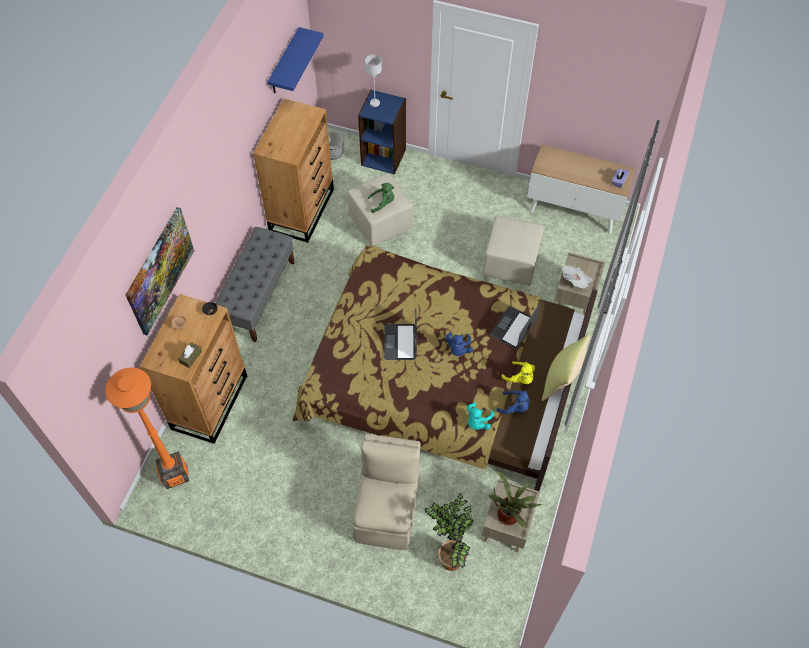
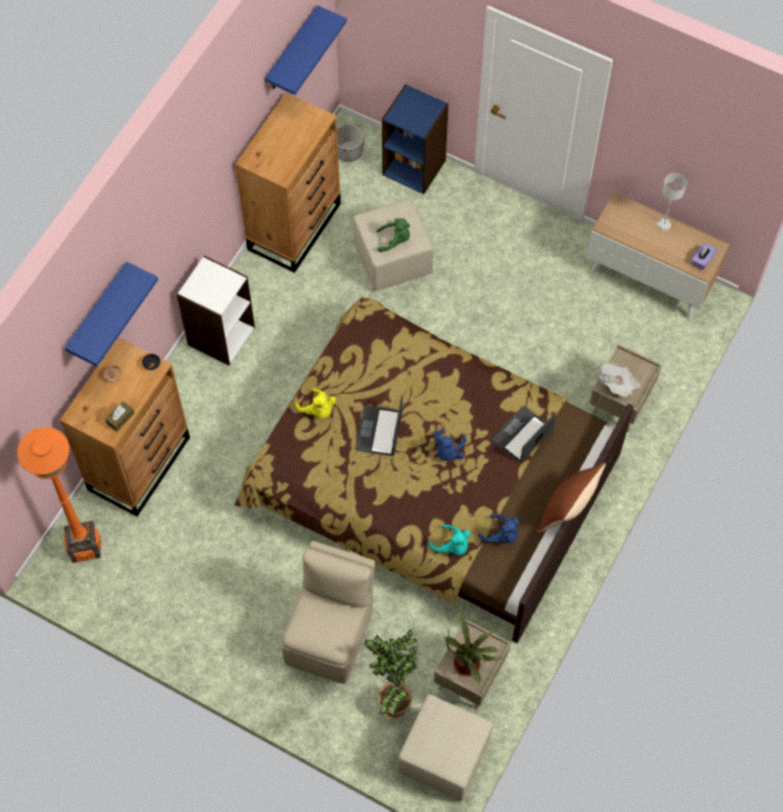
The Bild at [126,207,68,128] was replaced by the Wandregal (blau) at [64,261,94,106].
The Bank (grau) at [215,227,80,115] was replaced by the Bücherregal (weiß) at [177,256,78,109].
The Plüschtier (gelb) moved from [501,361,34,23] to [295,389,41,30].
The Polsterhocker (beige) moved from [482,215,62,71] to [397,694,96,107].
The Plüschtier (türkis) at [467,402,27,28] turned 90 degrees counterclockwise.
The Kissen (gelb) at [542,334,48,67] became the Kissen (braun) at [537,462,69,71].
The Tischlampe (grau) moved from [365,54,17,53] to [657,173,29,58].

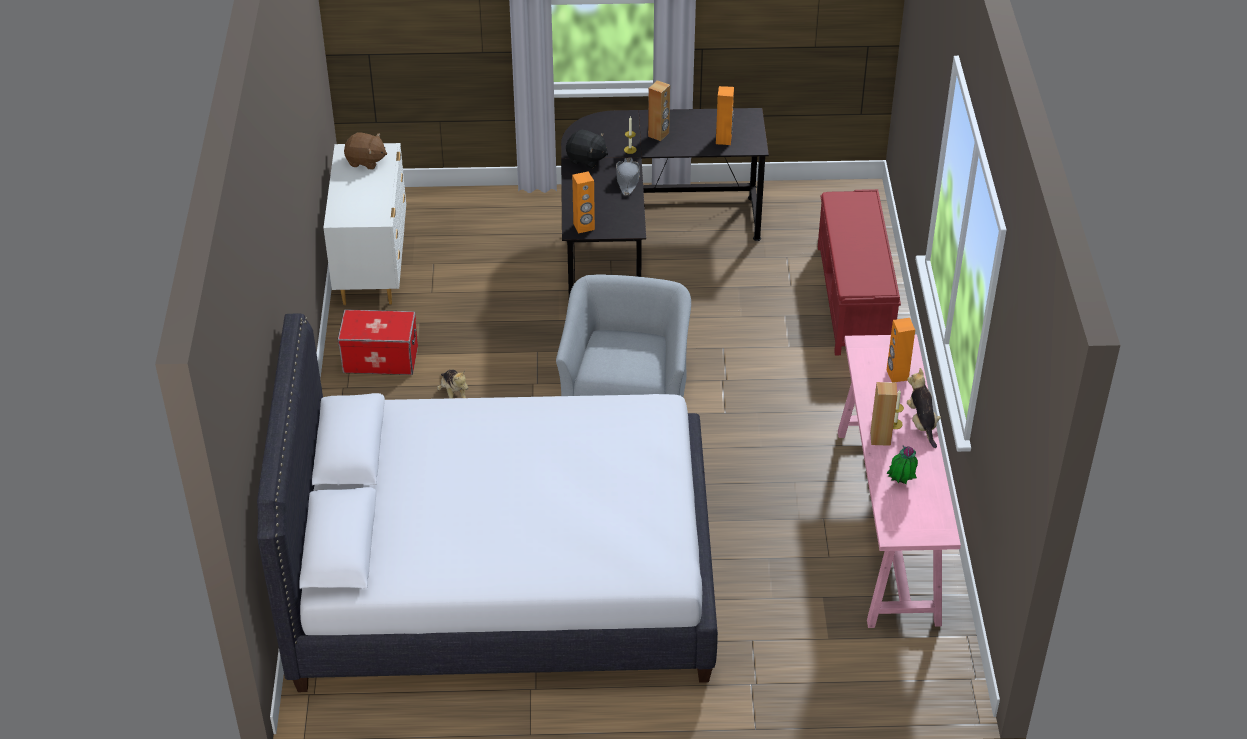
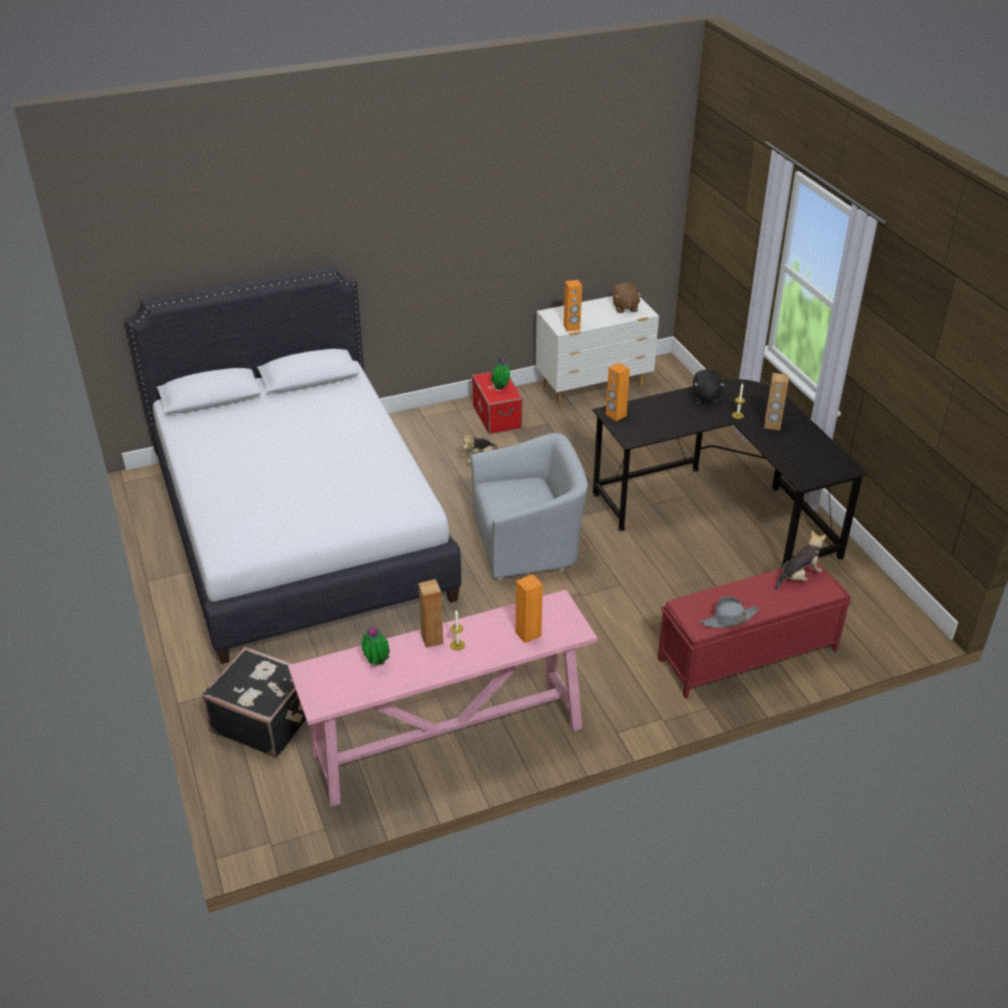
The Koffer (schwarz) at [202,647,104,110] appeared.
The Topfpflanze at [491,357,19,33] appeared.
The Lautsprecher (orange) moved from [716,86,18,59] to [564,280,18,52].
The Hut (grau) moved from [616,157,24,39] to [700,596,59,32].
The Plüschtier moved from [907,368,34,80] to [775,531,51,59].

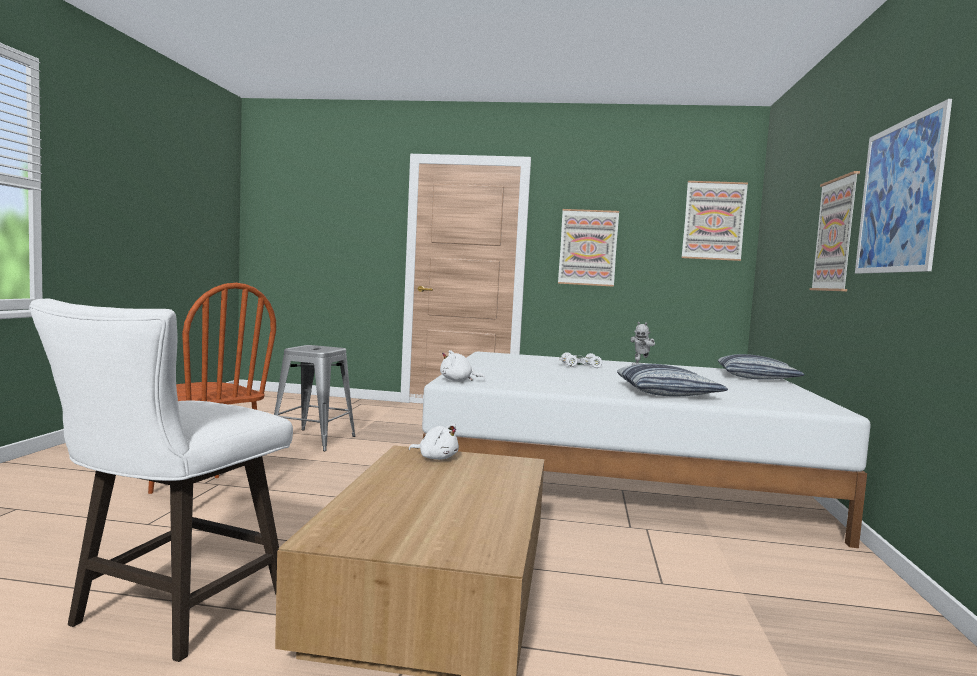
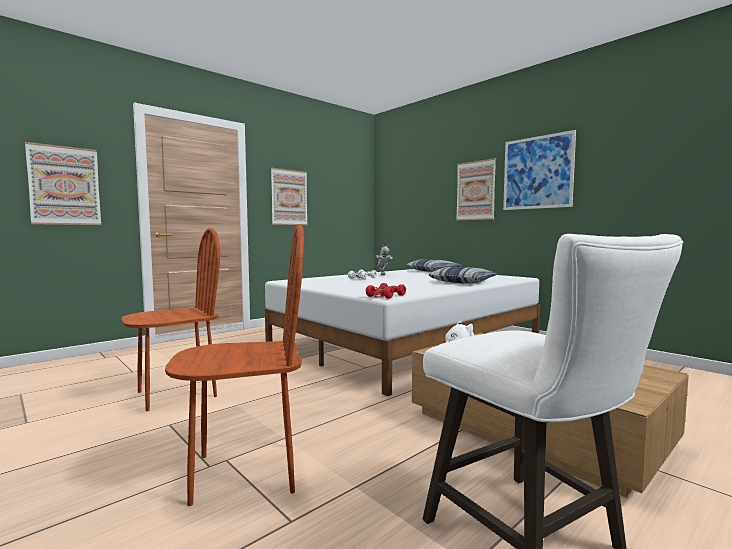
The Bild moved from [682,181,66,80] to [25,142,76,83].
The Hocker (grau) at [274,345,82,106] was replaced by the Stuhl (braun) at [121,228,99,183].
The Plüschtier (weiß) at [440,350,46,31] was replaced by the Spielzeugauto (rot) at [366,283,40,16].

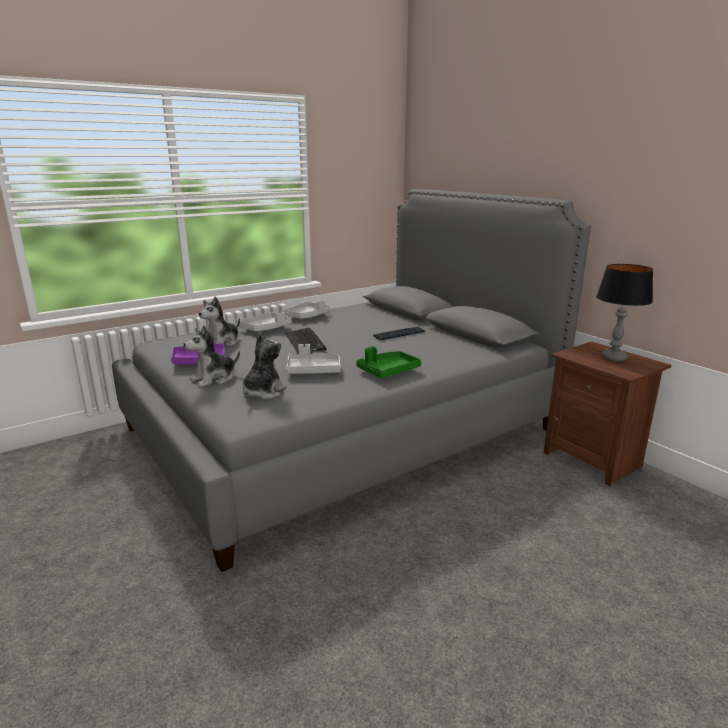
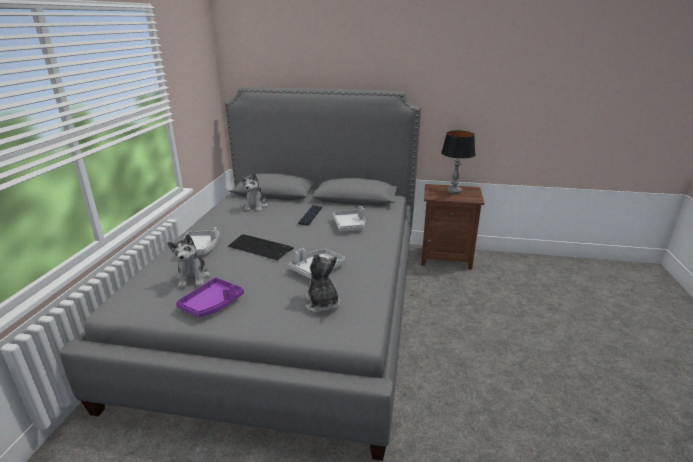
The Plüschtier moved from [184,325,56,62] to [240,173,28,39].
The Tablett (grau) moved from [282,300,48,19] to [333,206,32,25].
The Tablett (grün) at [356,346,65,32] disappeared.

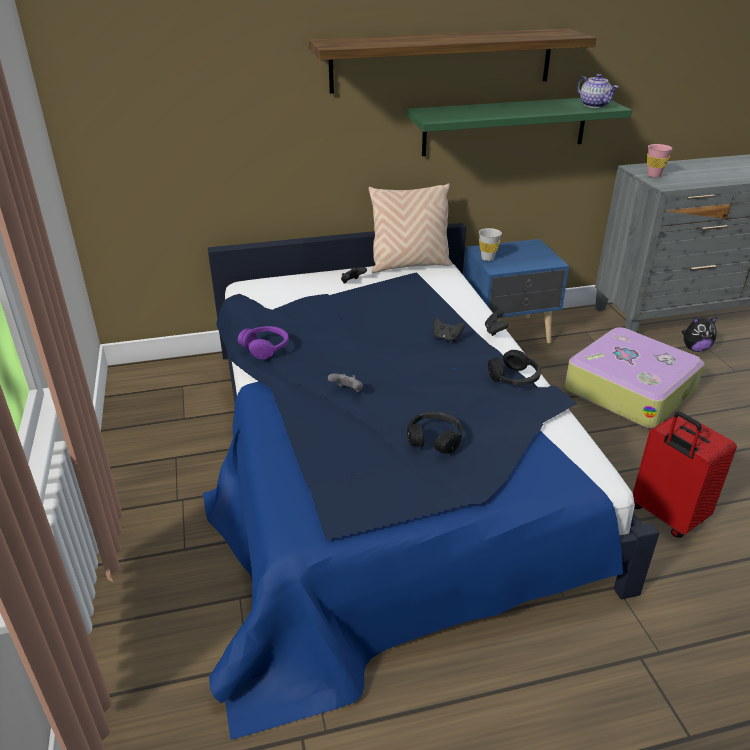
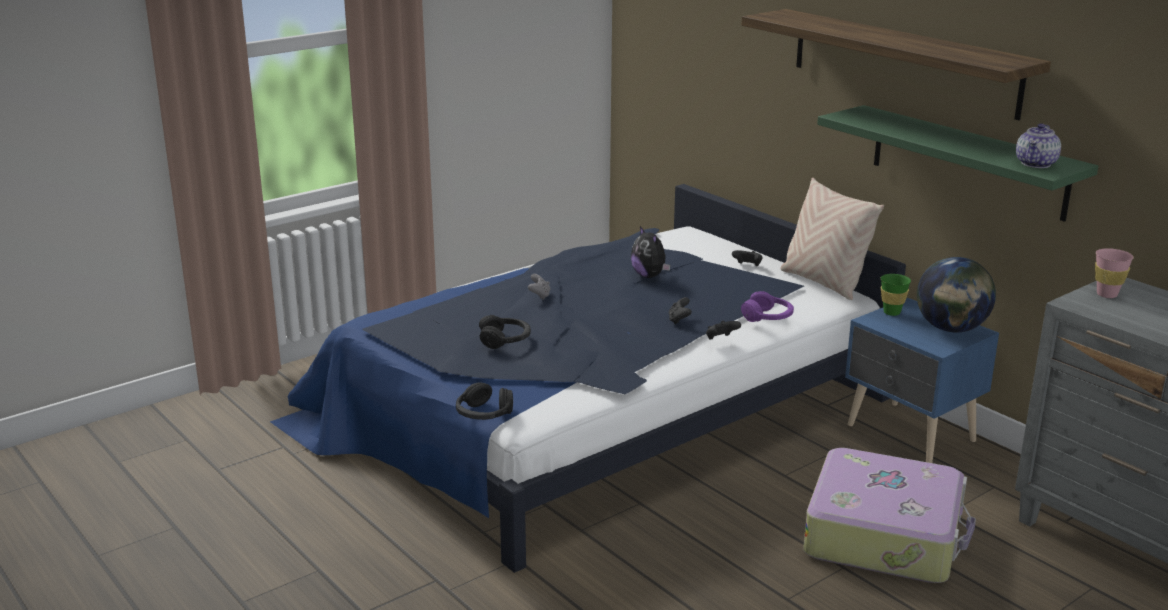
The Kopfhörer (schwarz) moved from [488,350,53,36] to [456,382,57,38].
The Plüschtier moved from [682,317,35,35] to [631,226,39,52].
The Kopfhörer (lila) moved from [238,326,51,33] to [741,291,53,31].
The Tasse (weiß) at [479,228,23,33] became the Tasse (grün) at [881,274,30,42].
The Globus at [917,257,79,75] appeared.
The Koffer (rot) at [633,411,104,127] disappeared.

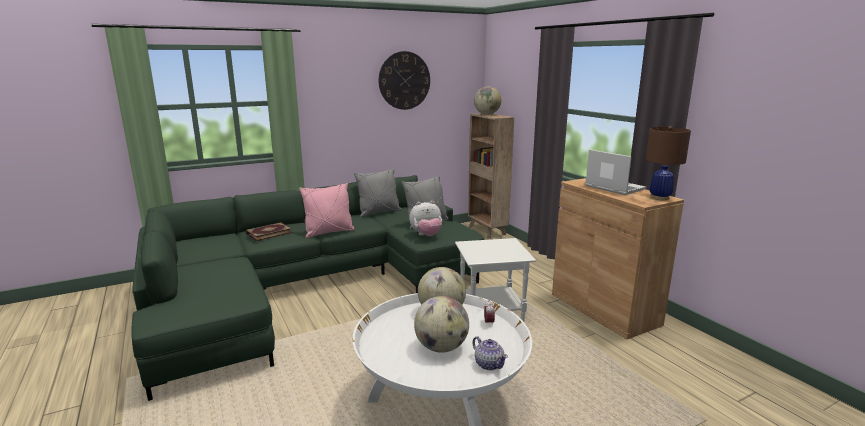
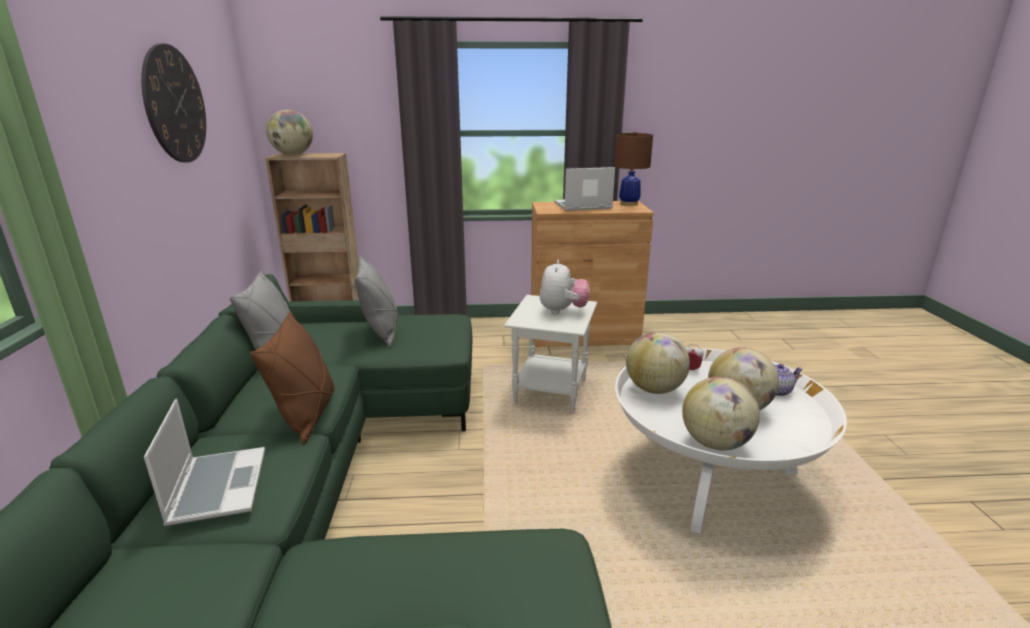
The Buch at [246,222,46,19] was replaced by the Laptop at [144,399,121,127].
The Kissen (rosa) at [299,183,56,55] became the Kissen (braun) at [250,311,85,134].
The Plüschtier moved from [409,201,33,35] to [540,260,50,54].
The Globus at [682,377,78,73] appeared.

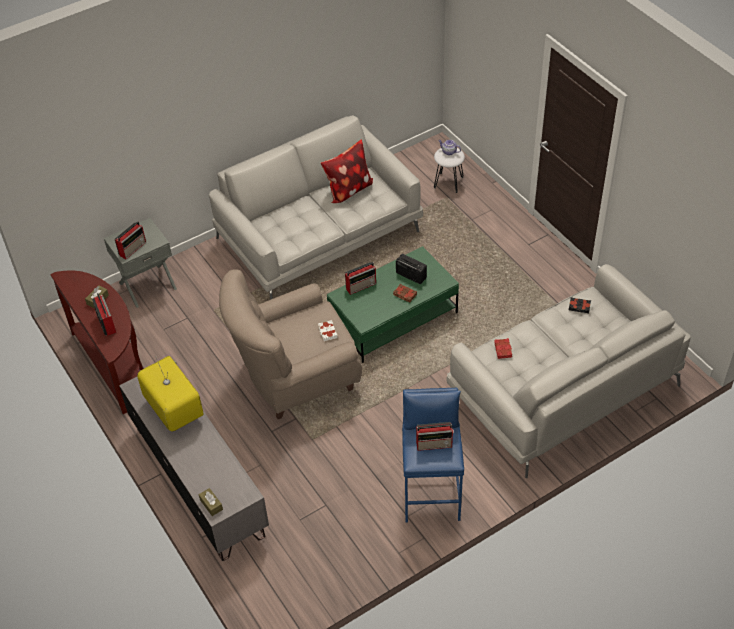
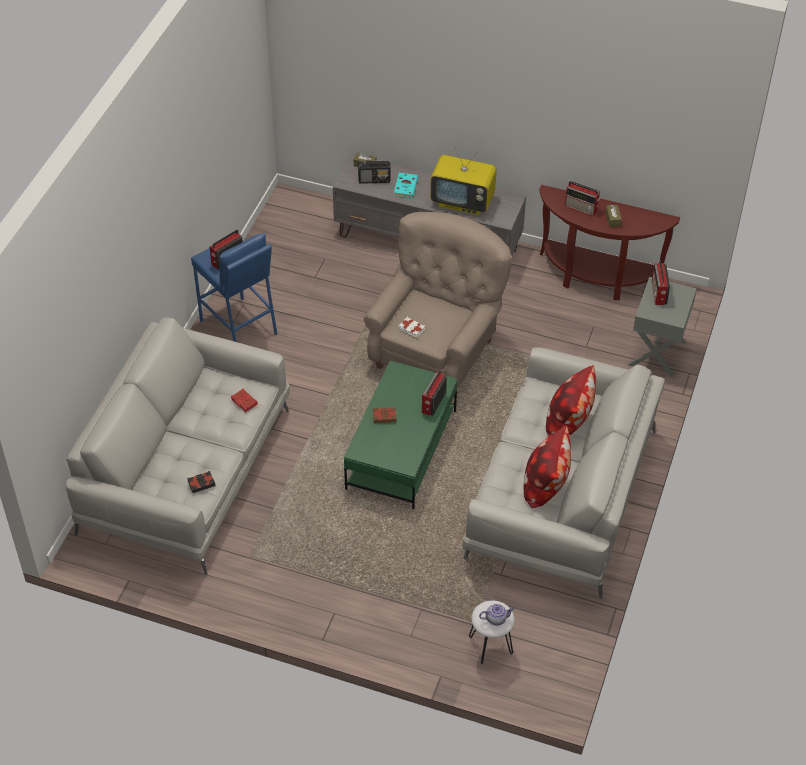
The Radio moved from [396,254,31,30] to [358,161,32,23].
The Buch (türkis) at [394,173,24,25] appeared.
The Kissen at [546,365,50,71] appeared.

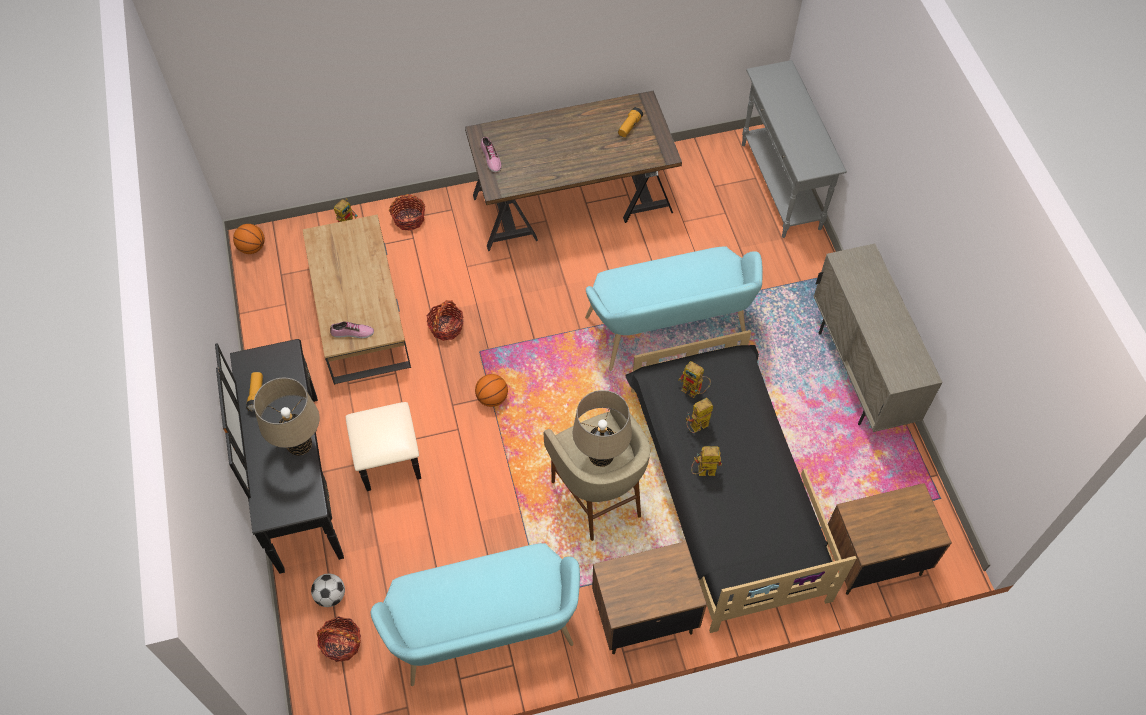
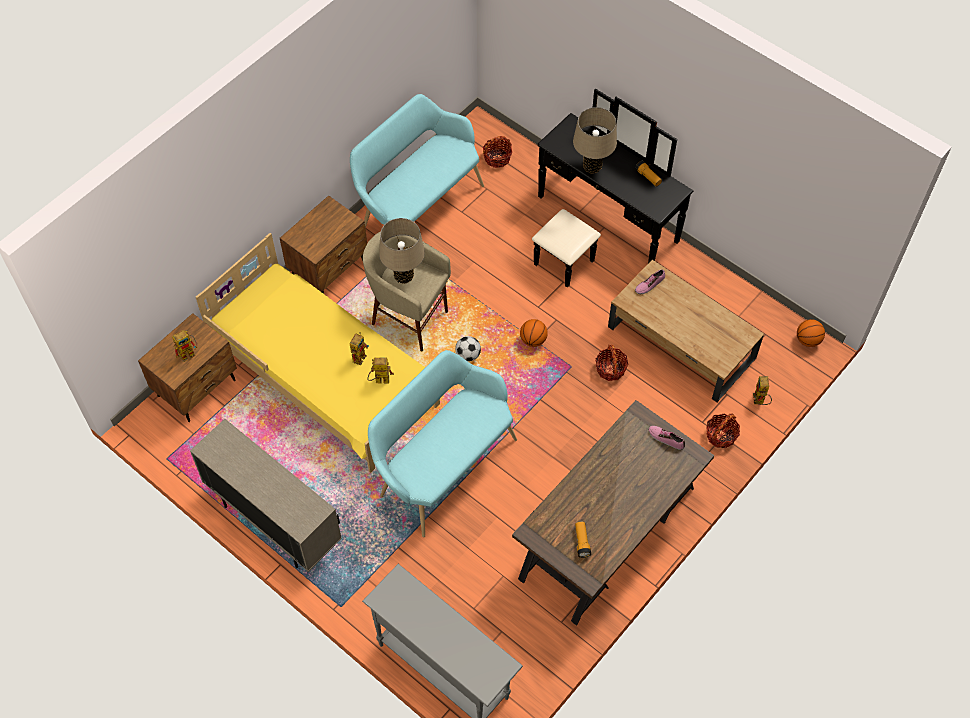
The Spielzeugroboter moved from [691,446,31,30] to [172,330,26,32].
The Bett (schwarz) at [626,330,231,303] became the Bett (gelb) at [196,233,244,240].
The Fußball moved from [311,574,34,33] to [455,336,26,26].

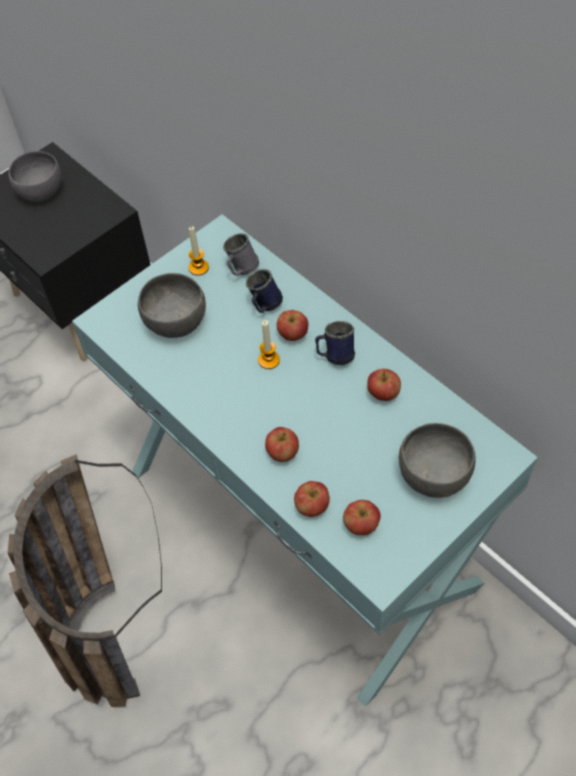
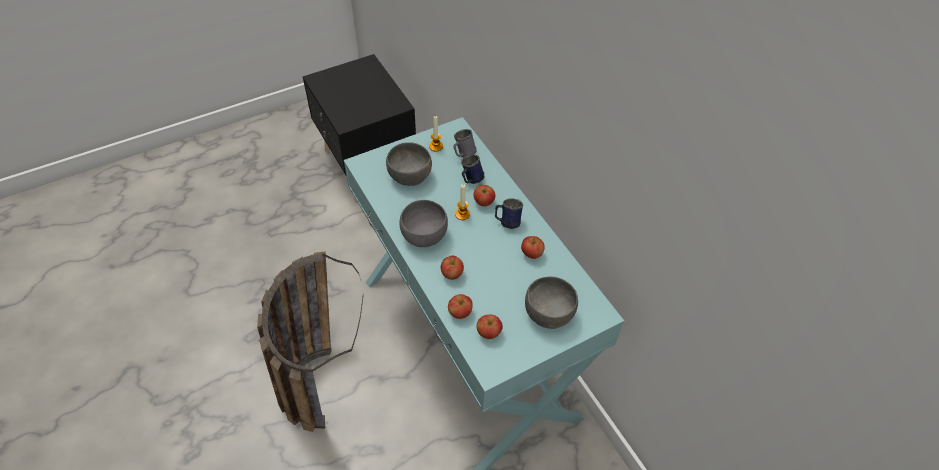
The Schüssel (grau) moved from [8,151,54,51] to [399,200,49,47].

